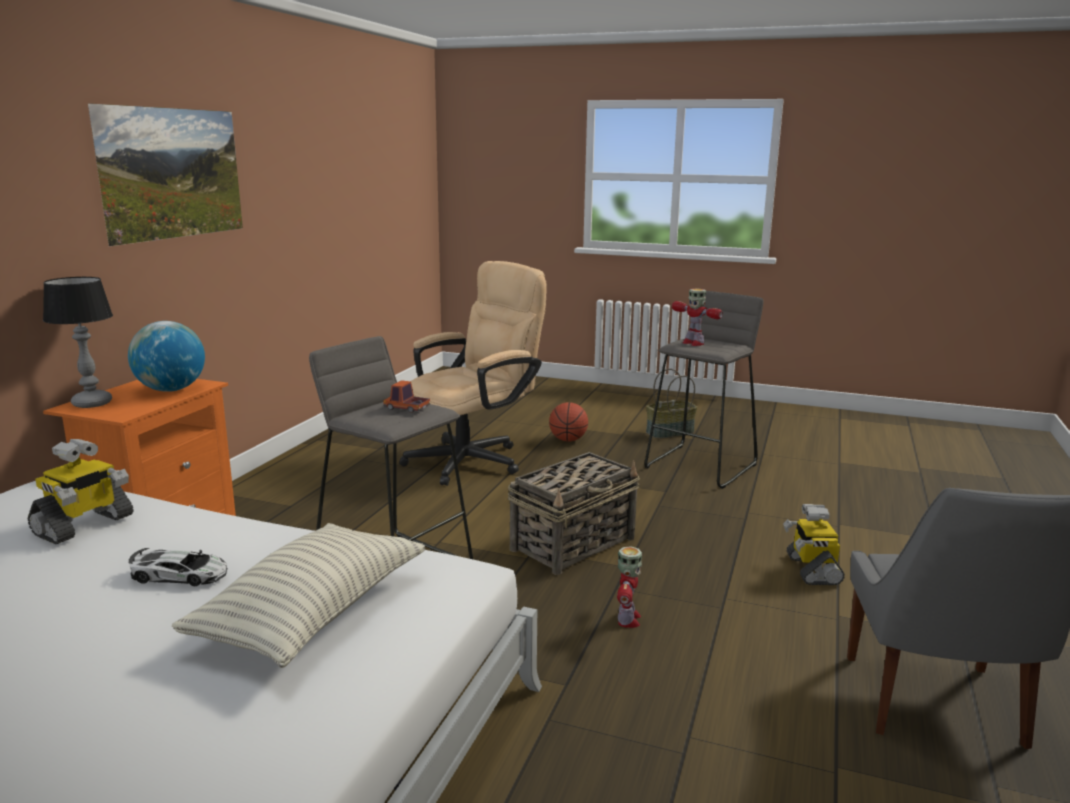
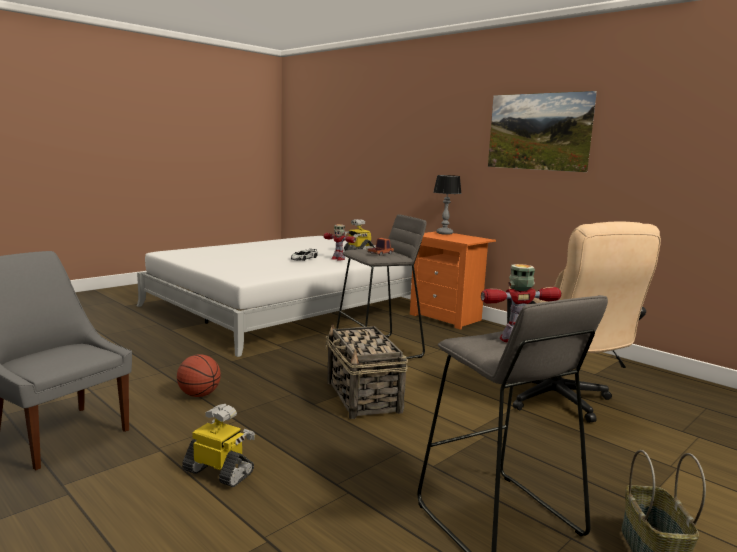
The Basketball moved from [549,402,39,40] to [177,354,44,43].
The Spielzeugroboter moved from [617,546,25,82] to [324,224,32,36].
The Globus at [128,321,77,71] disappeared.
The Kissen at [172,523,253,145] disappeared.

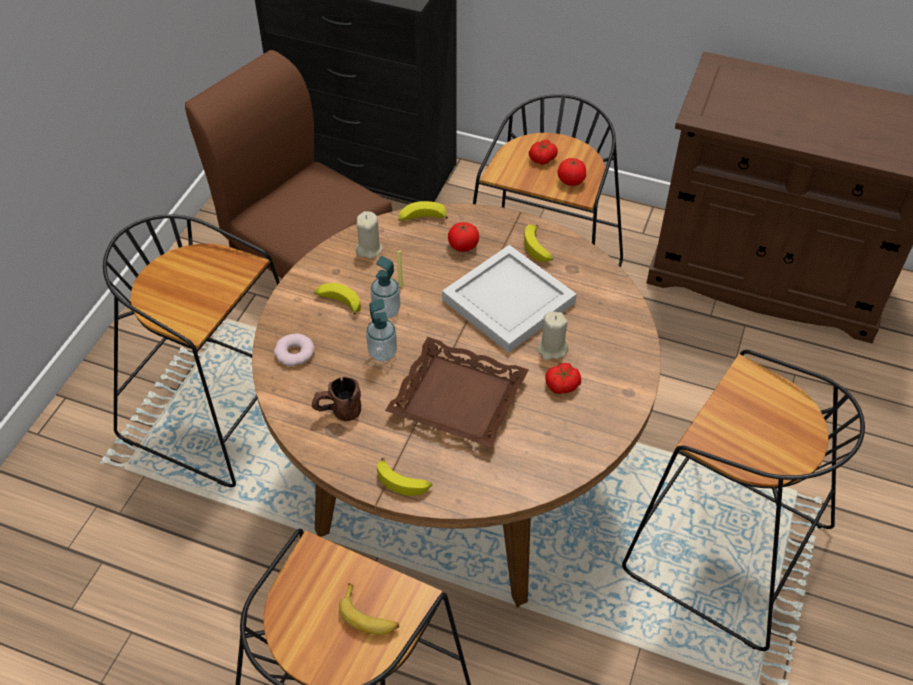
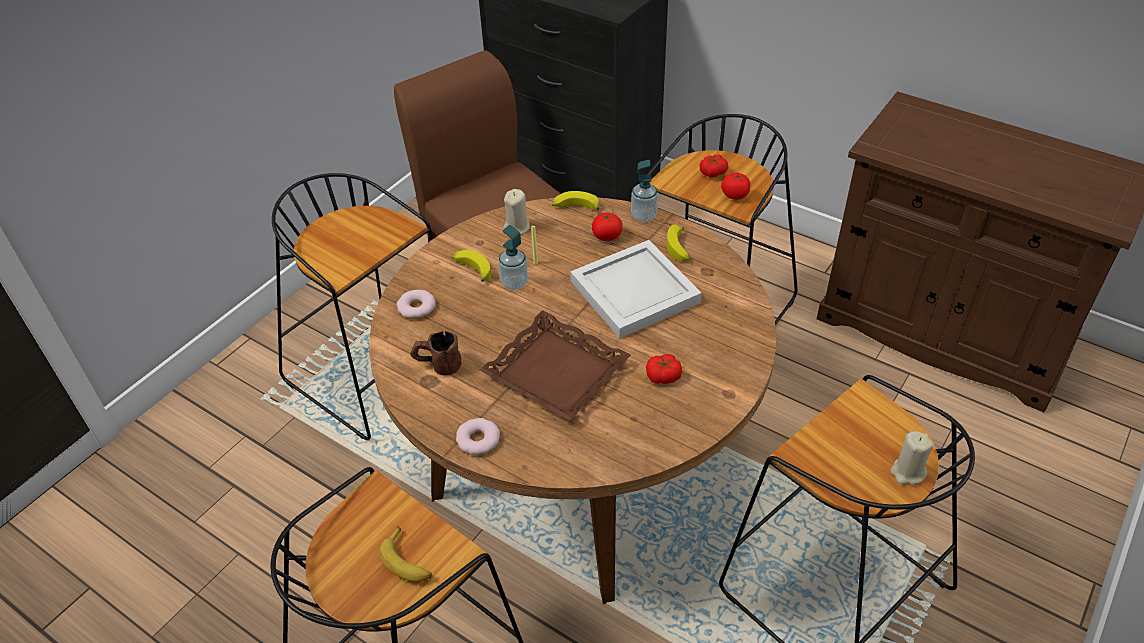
The Banane at [377,458,55,38] was replaced by the Donut at [456,418,44,37].
The Seifenspender moved from [366,298,31,63] to [631,160,27,62].
The Kerze (beige) moved from [537,311,31,50] to [890,431,44,53].

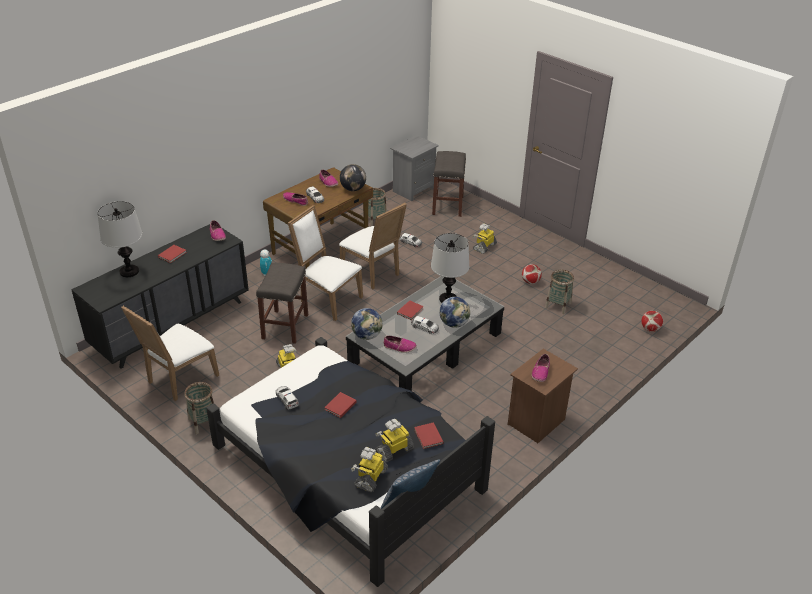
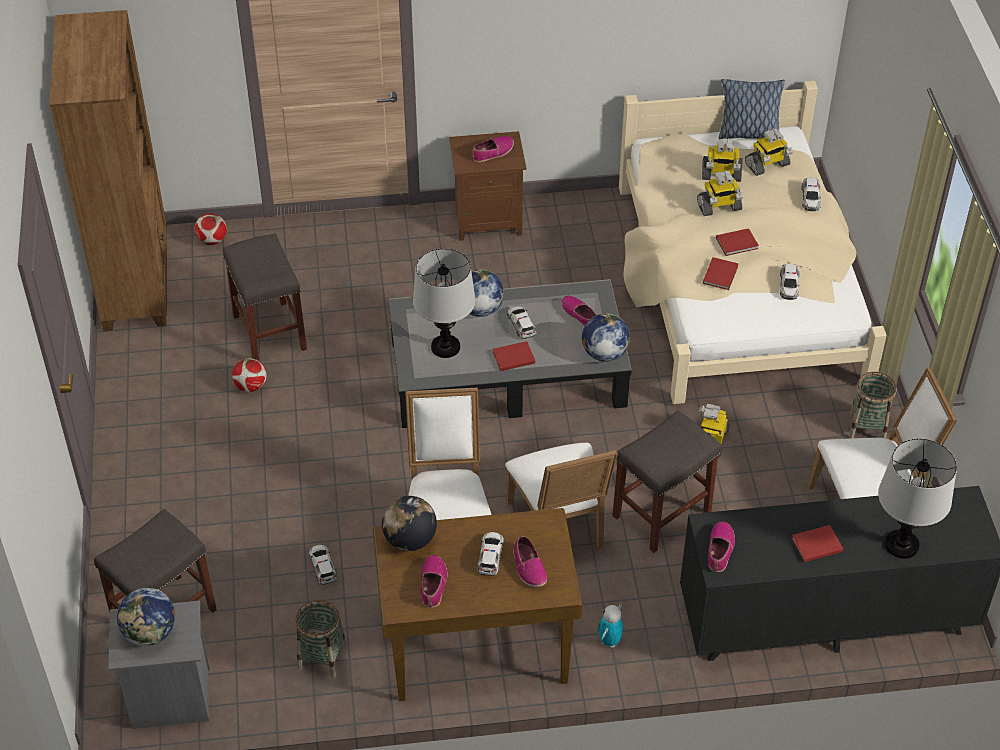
The Bücherregal (braun) at [49,10,118,321] appeared.
The Globus at [117,588,58,58] appeared.
The Korb at [545,270,29,44] was replaced by the Hocker (grau) at [223,234,84,127].
The Bett (schwarz) at [206,337,289,250] became the Bett (beige) at [619,81,268,323].
The Spielzeugroboter moved from [472,223,25,31] to [697,170,46,46].
The Buch (rot) moved from [414,422,29,27] to [703,257,36,33].
The Spielzeugauto at [801,178,20,33] appeared.

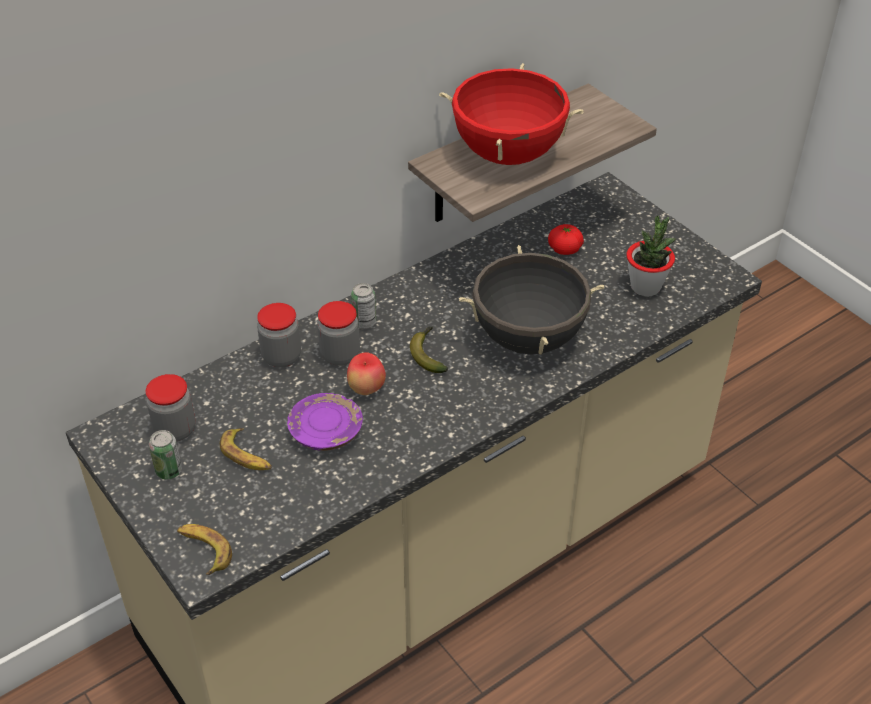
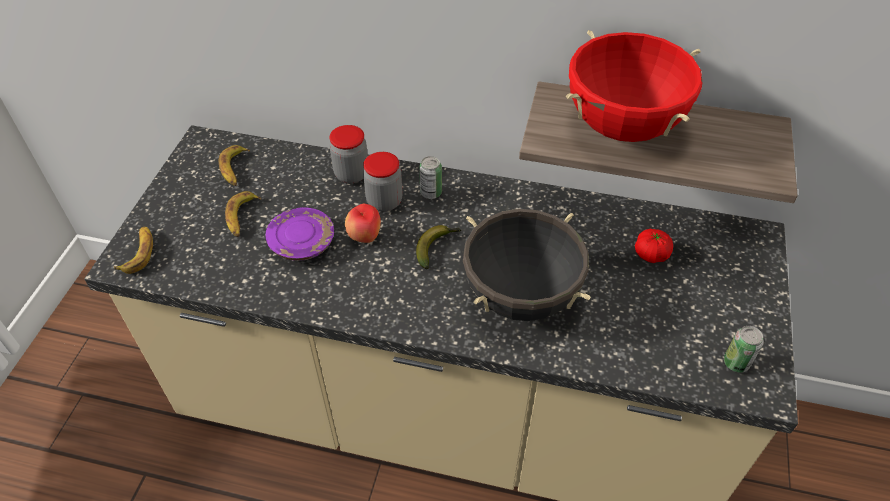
The Vorratsglas at [146,374,49,68] was replaced by the Banane at [219,145,31,41].
The Dose moved from [149,430,33,50] to [724,326,40,47].
The Topfpflanze at [626,216,51,81] disappeared.

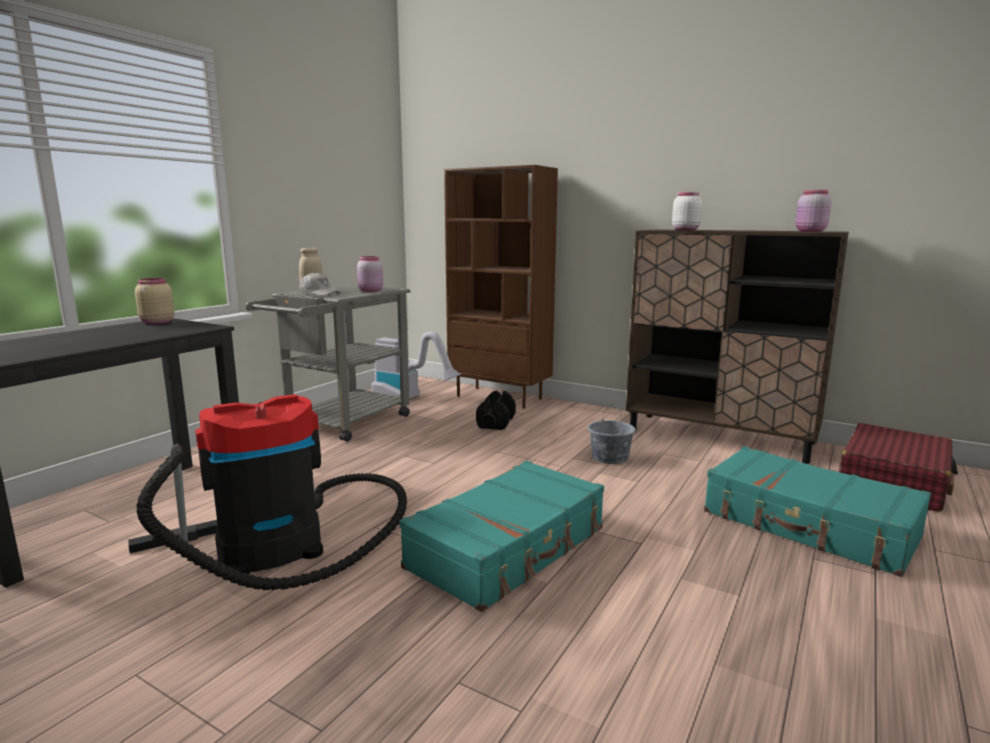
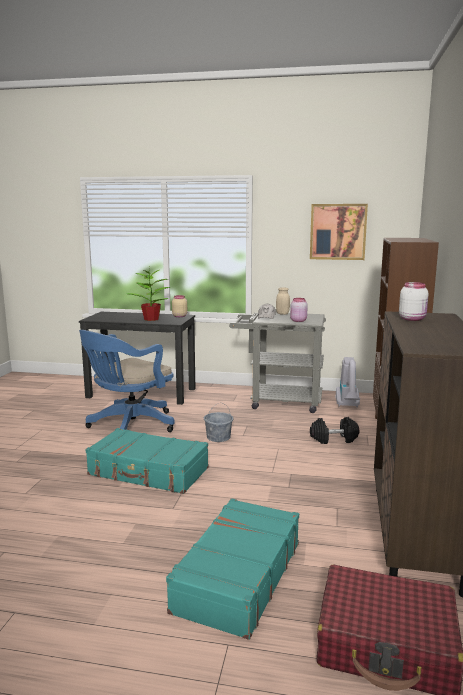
The Staubsauger at [128,394,279,196] was replaced by the Bürostuhl (blau) at [79,330,96,102].
The Topfpflanze at [128,267,42,54] appeared.
The Eimer (grau) moved from [588,404,48,60] to [204,403,29,39].
The Bild at [310,204,58,56] appeared.
The Vorratsglas (rosa) at [796,190,35,42] disappeared.

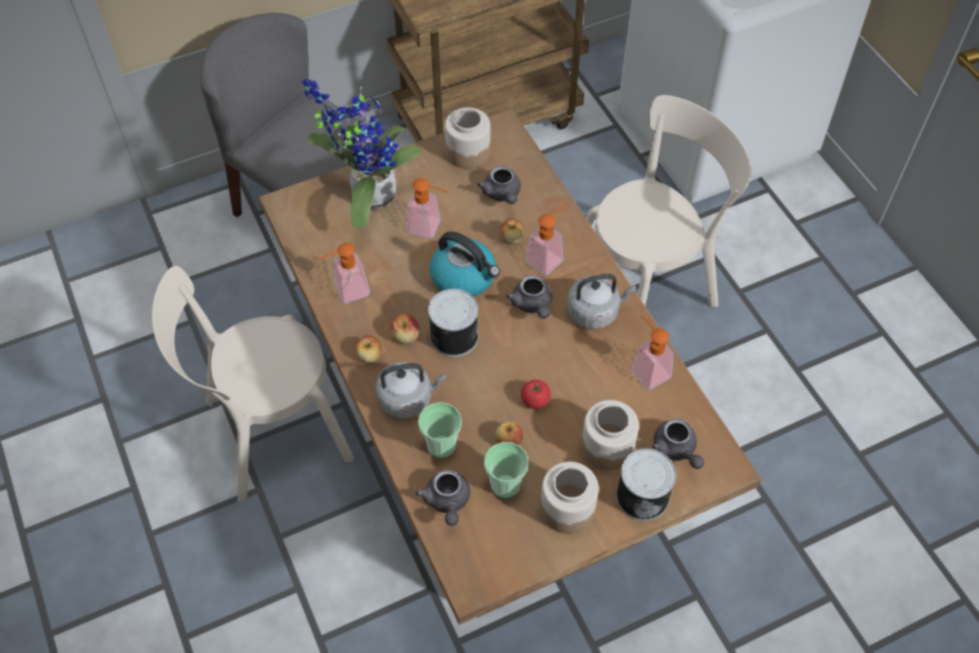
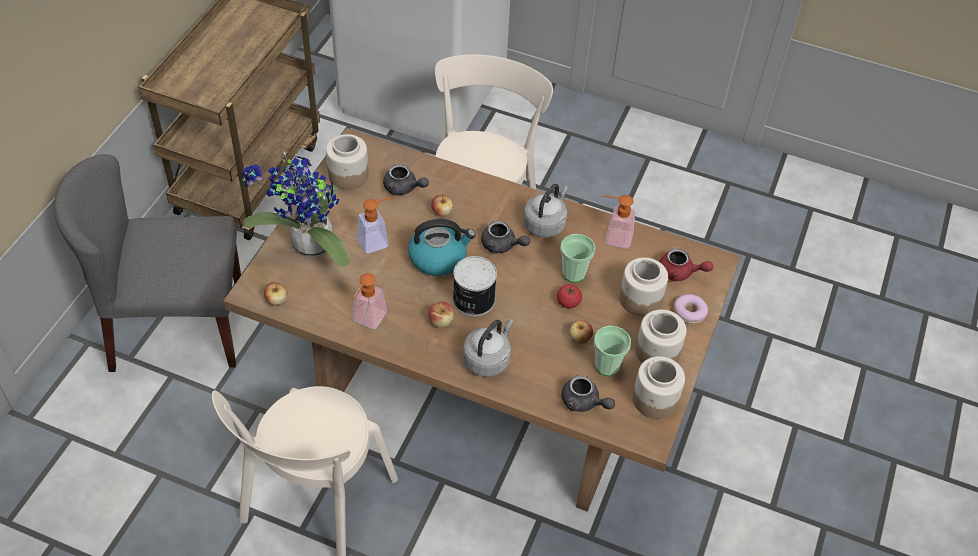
The Apfel moved from [356,336,26,27] to [264,282,24,23].
The Tasse moved from [418,402,44,57] to [560,234,35,49].
The Vorratsglas at [632,356,53,63] appeared.
The Teekanne (grau) at [652,419,52,50] became the Teekanne (rot) at [659,248,54,34].
The Dose at [616,448,60,73] was replaced by the Donut at [674,294,34,30].
The Seifenspender at [526,204,40,71] disappeared.

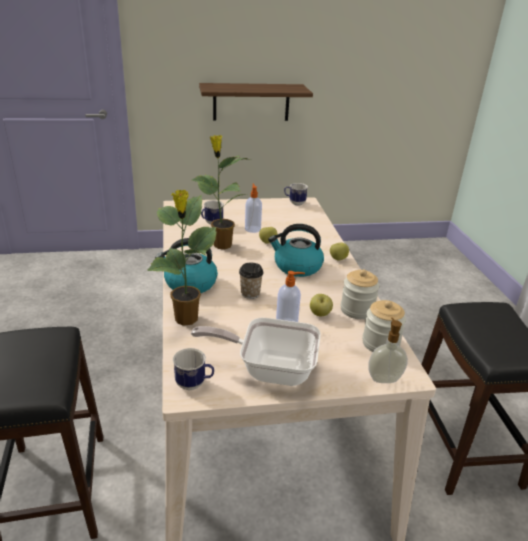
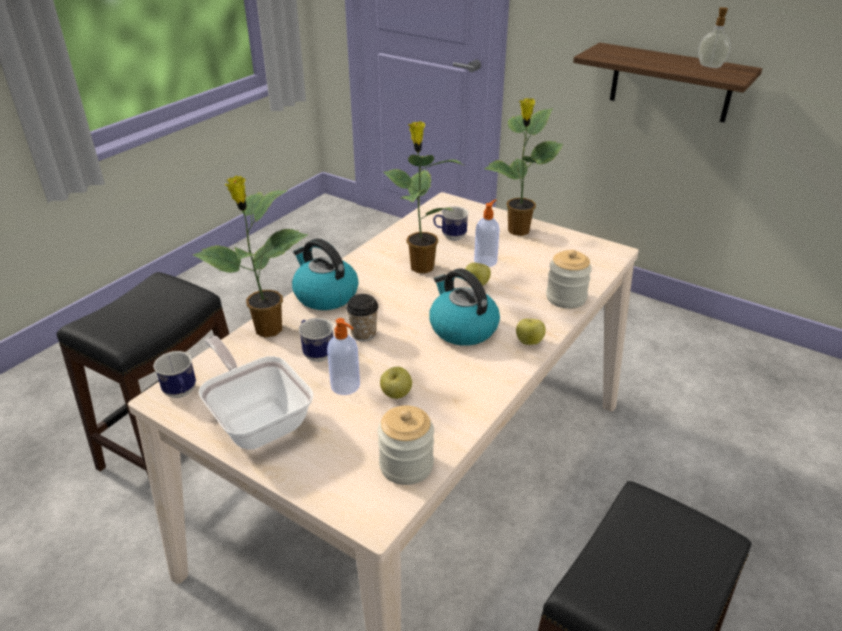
The Henkelbecher moved from [284,183,24,23] to [299,318,35,44].
The Topfpflanze at [484,98,79,138] appeared.
The Vorratsglas moved from [341,269,38,50] to [546,250,46,59].
The Seifenspender moved from [368,318,40,65] to [698,7,33,61].

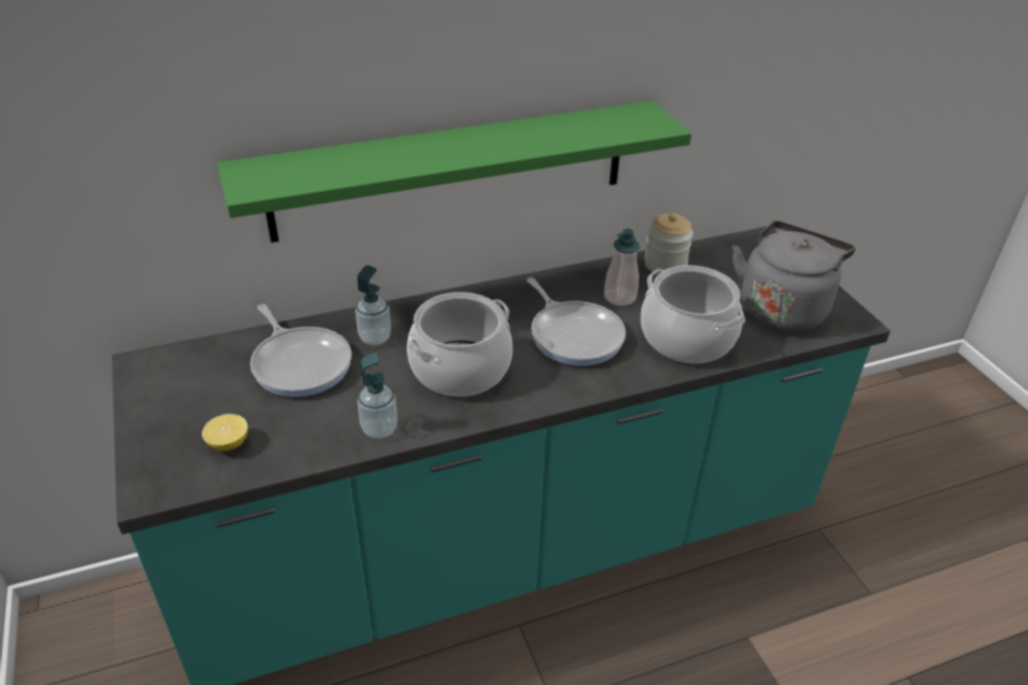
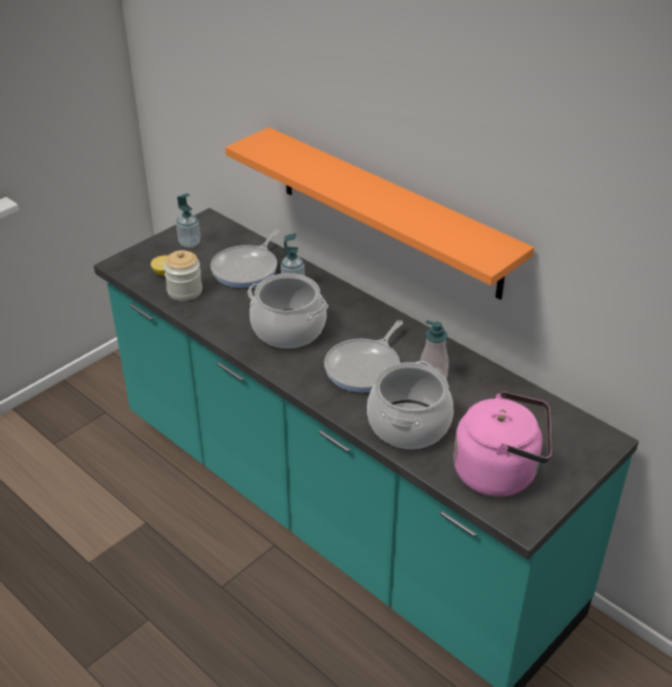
The Vorratsglas moved from [644,213,49,59] to [164,250,38,51].
The Seifenspender moved from [357,353,41,86] to [176,193,24,55].
The Wandregal (grün) at [217,101,475,142] became the Wandregal (orange) at [225,127,309,173].
The Wasserkessel (grau) at [732,221,124,111] became the Wasserkessel (rosa) at [453,391,99,106].

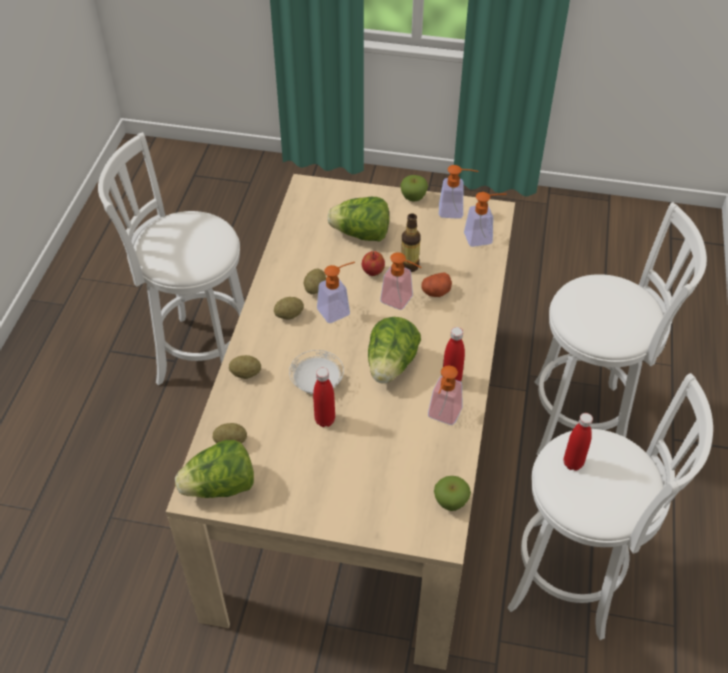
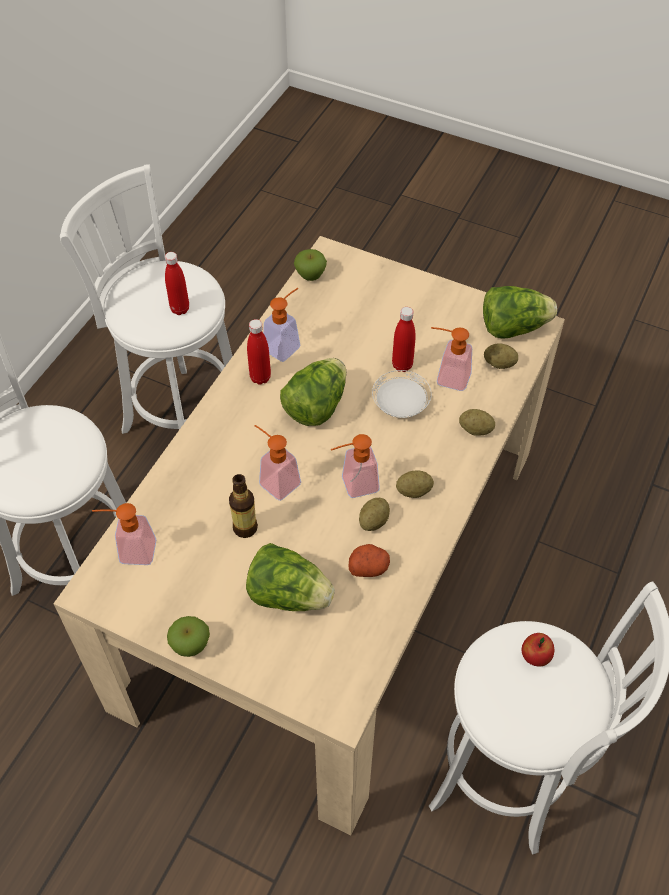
The Kartoffel moved from [421,272,31,25] to [349,544,41,33].
The Seifenspender moved from [439,165,40,54] to [431,327,41,64].
The Apfel moved from [362,251,23,25] to [522,633,32,34].

